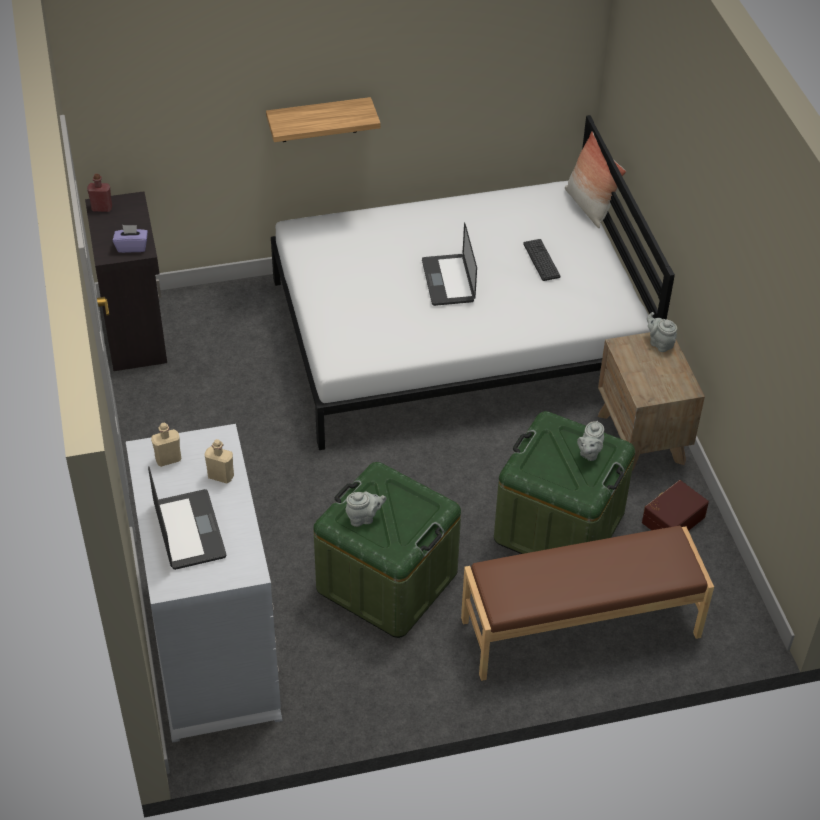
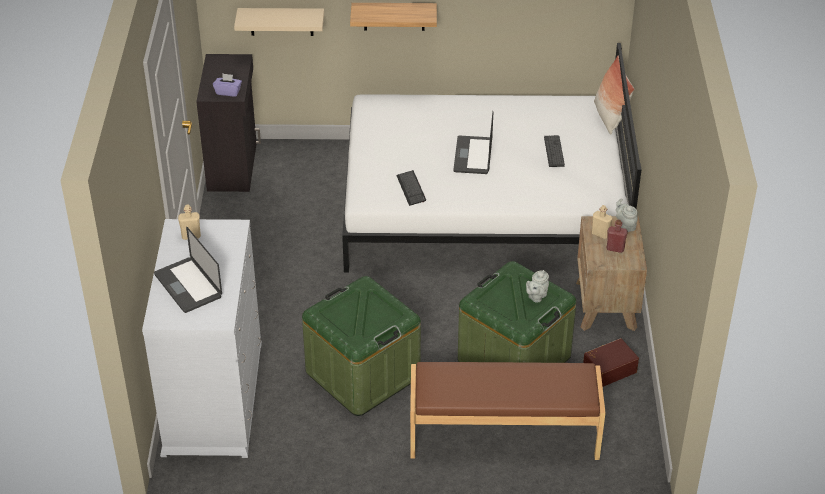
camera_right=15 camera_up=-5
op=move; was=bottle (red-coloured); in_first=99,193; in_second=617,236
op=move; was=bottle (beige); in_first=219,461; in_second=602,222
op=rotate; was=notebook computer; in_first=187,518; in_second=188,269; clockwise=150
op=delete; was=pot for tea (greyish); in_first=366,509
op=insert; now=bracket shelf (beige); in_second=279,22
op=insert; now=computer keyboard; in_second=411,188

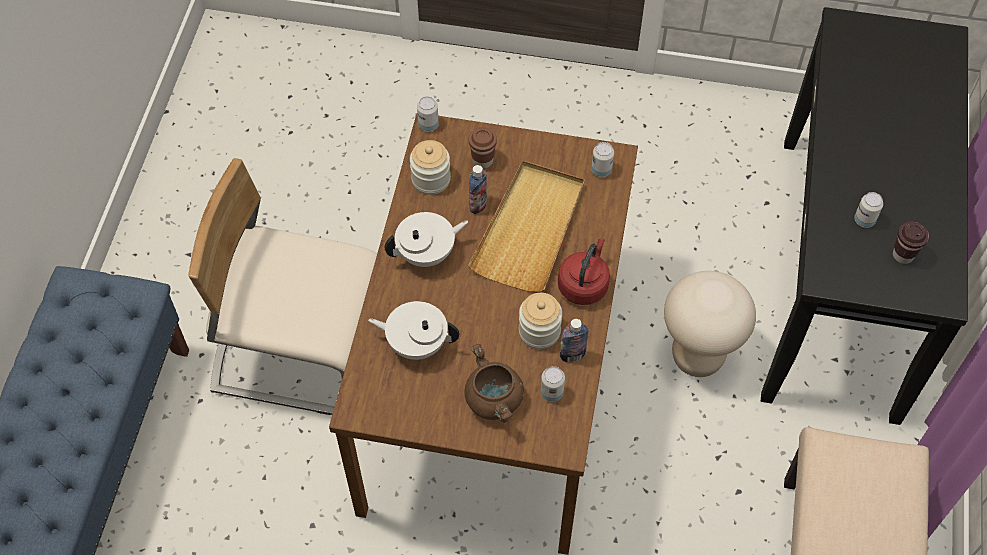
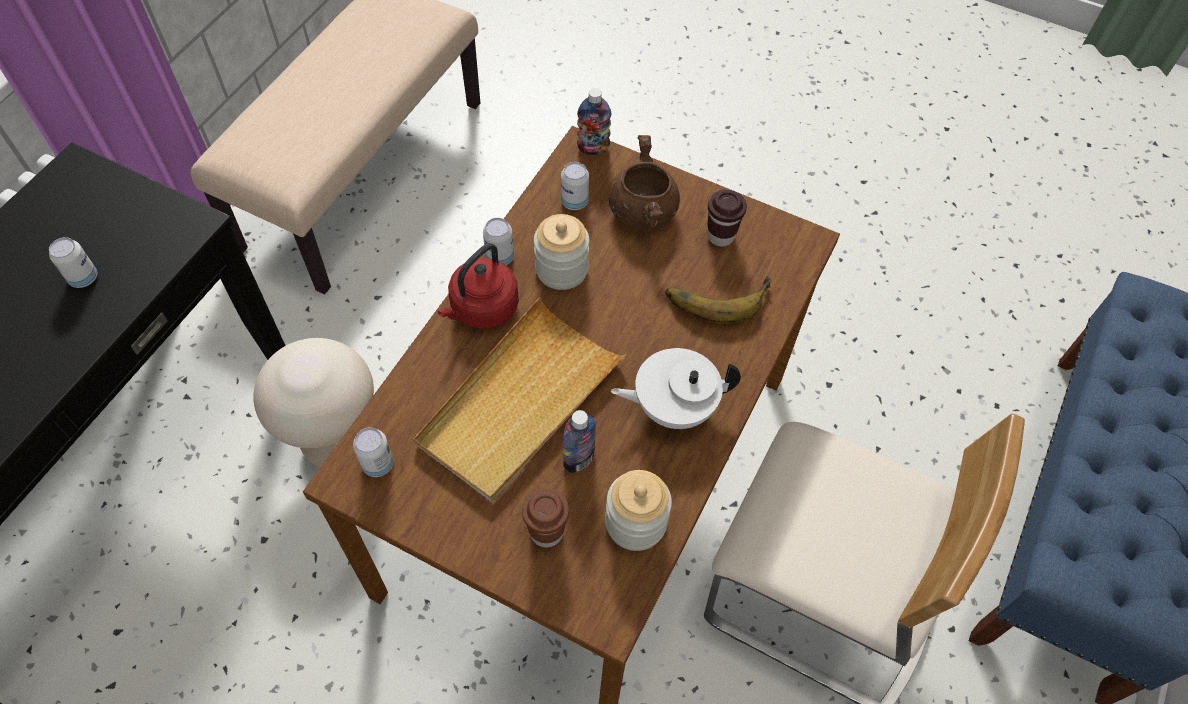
camera_right=-165 camera_up=0
op=move; was=can; in_first=428,114; in_second=498,241
op=move; was=drinking cup (brown-coloured); in_first=911,243; in_second=727,218
op=replace; was=pot for tea (white); now=whole banana; in_first=413,330; in_second=718,299
op=move; was=bottle; in_first=574,340; in_second=594,121

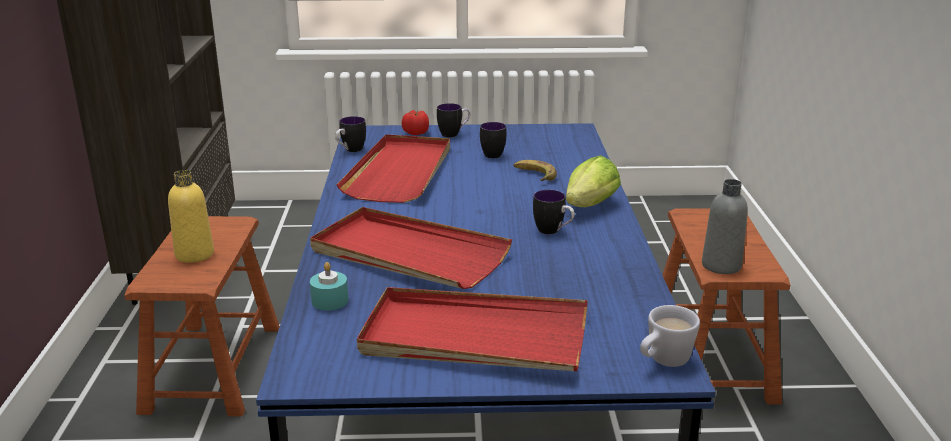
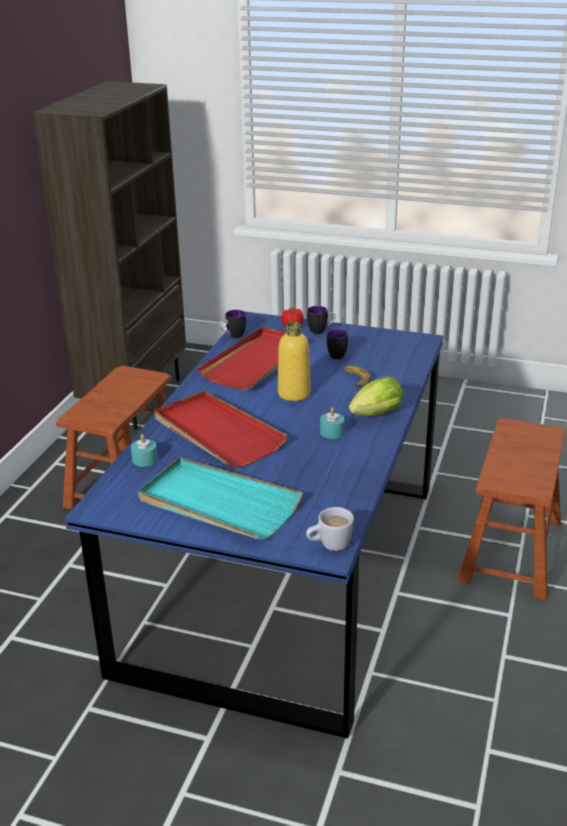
camera_right=20 camera_up=5
op=move; was=bottle (yellow-coloured); in_first=191,216; in_second=294,361
op=delete; was=bottle (greyish); in_first=725,226
op=replace; was=tea mug; now=wax light (blue-green); in_first=554,212; in_second=332,423
op=recolor; was=carrying tray (red-coloured); now=carrying tray (blue-green); in_first=472,329; in_second=220,499

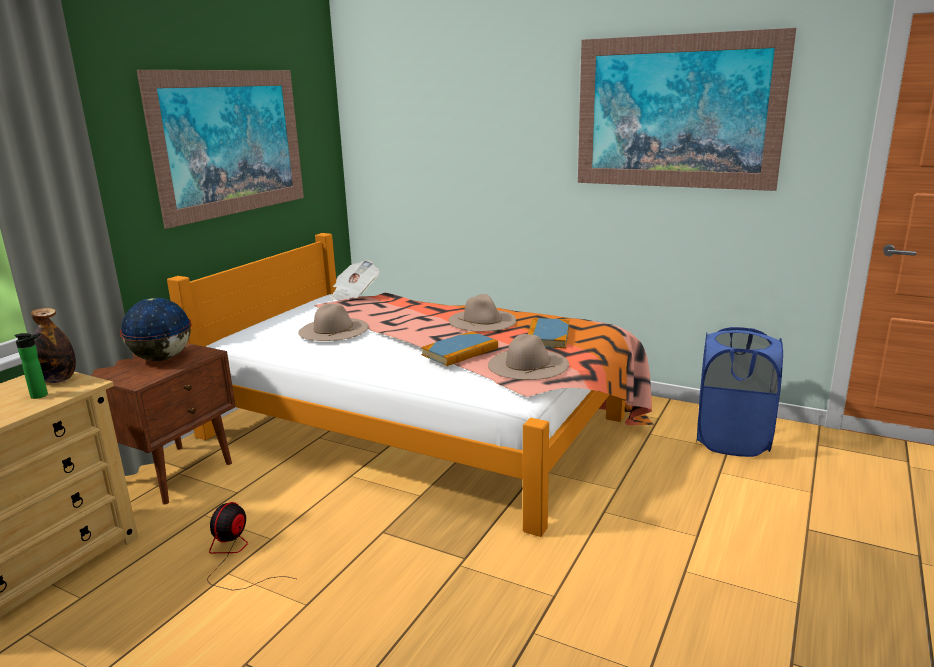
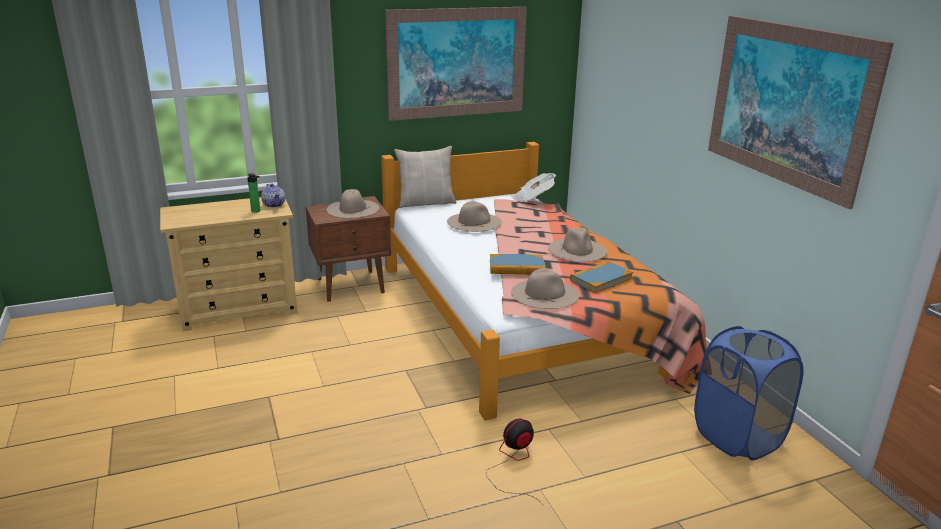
camera_right=40 camera_up=5
op=replace; was=globe; now=hat (beige); in_first=156,329; in_second=353,203
op=replace; was=bottle; now=pot for tea; in_first=53,345; in_second=273,196
op=move; was=cooling fan; in_first=252,546; in_second=515,462
op=insert; now=pillow (beige); in_second=425,177

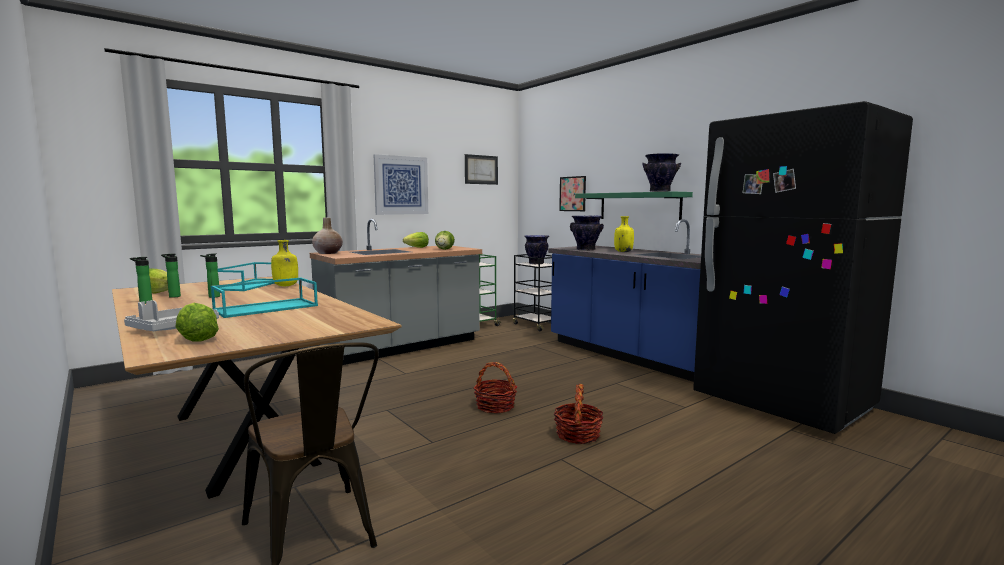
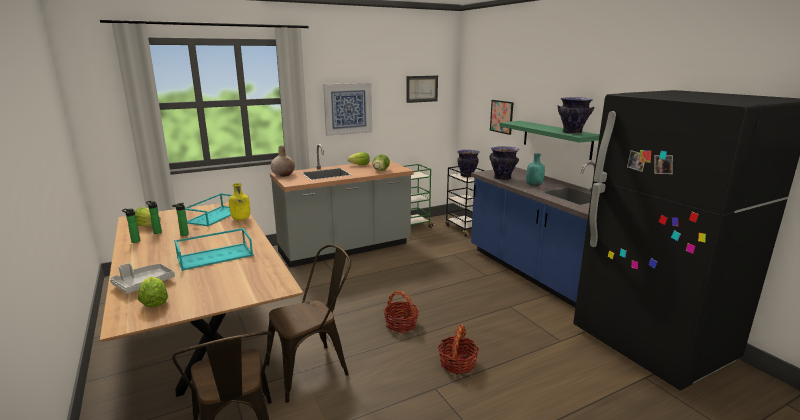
camera_right=10 camera_up=10
op=recolor; was=bottle (yellow-coloured); now=bottle (blue-green); in_first=624,234; in_second=535,169
op=insert; now=plain chair (brown-coloured); in_second=308,323

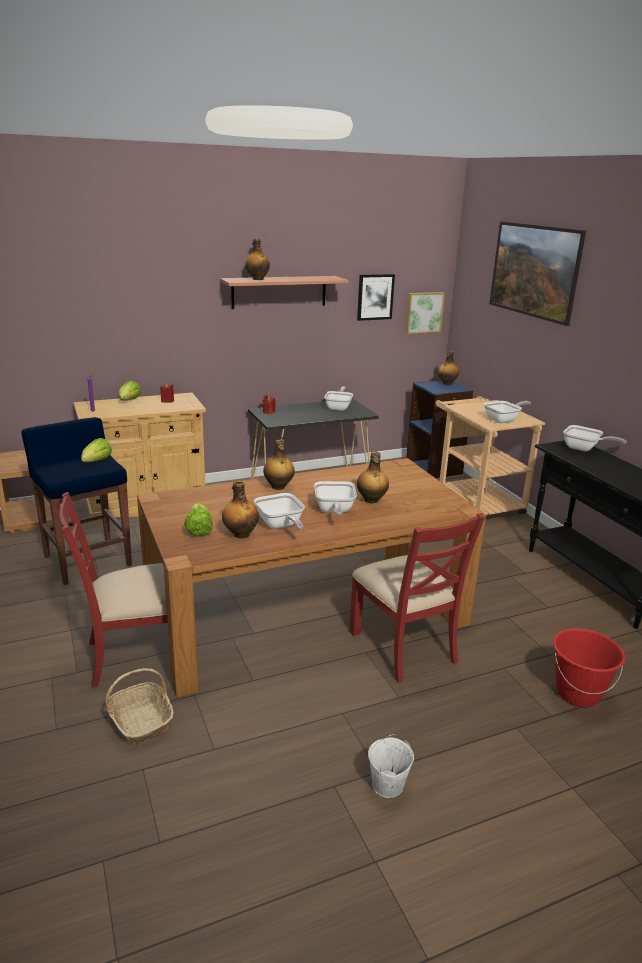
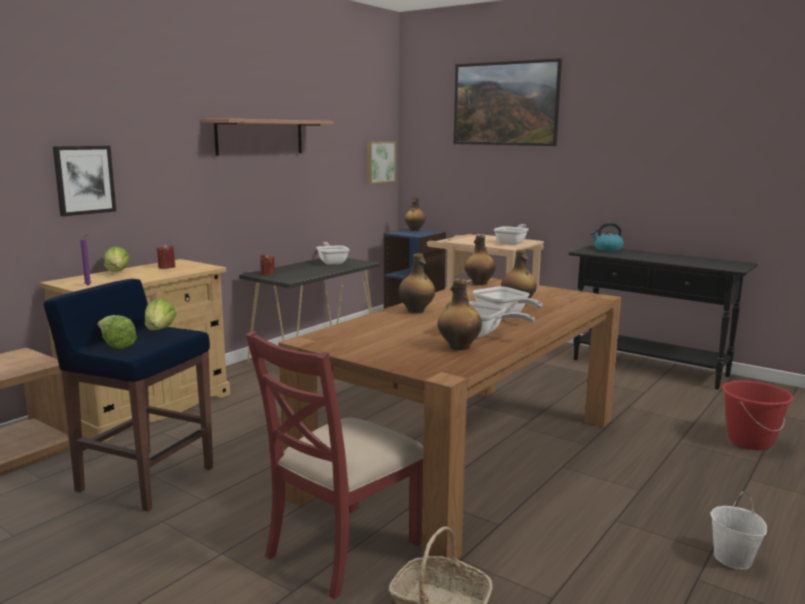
camera_right=-30 camera_up=-10
op=move; was=bottle; in_first=257,259; in_second=480,260
op=move; was=wall art; in_first=376,297; in_second=84,181
op=replace; was=pan; now=tea kettle; in_first=595,438; in_second=607,237
op=move; was=head of lettuce; in_first=198,520; in_second=117,332
op=delete; was=plain chair (red-coloured); in_first=417,598

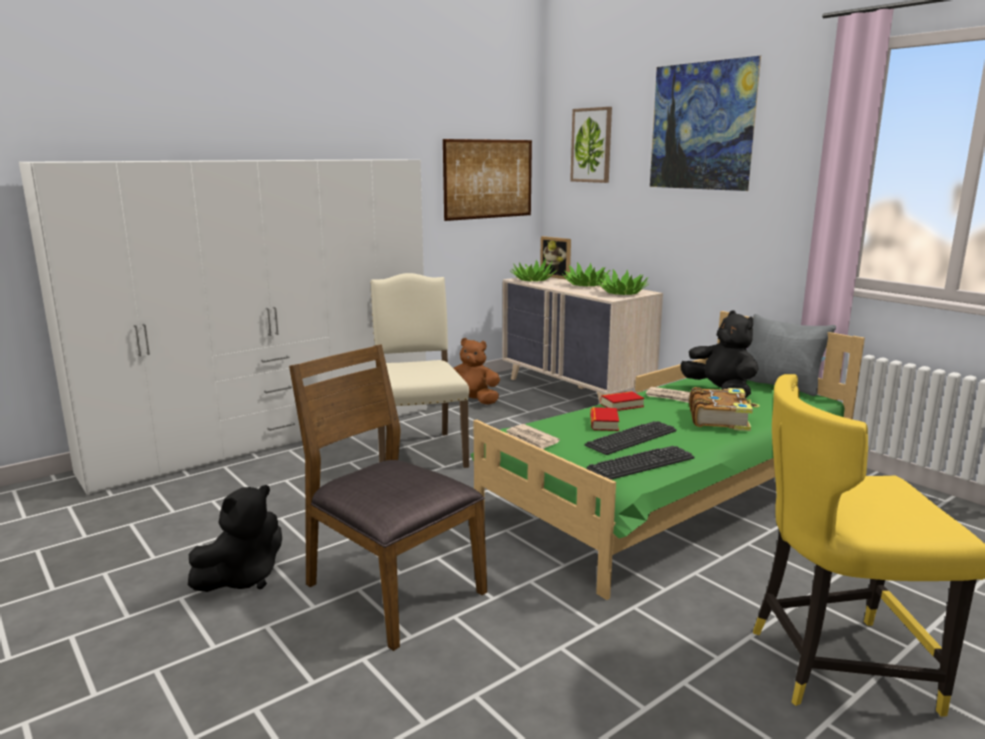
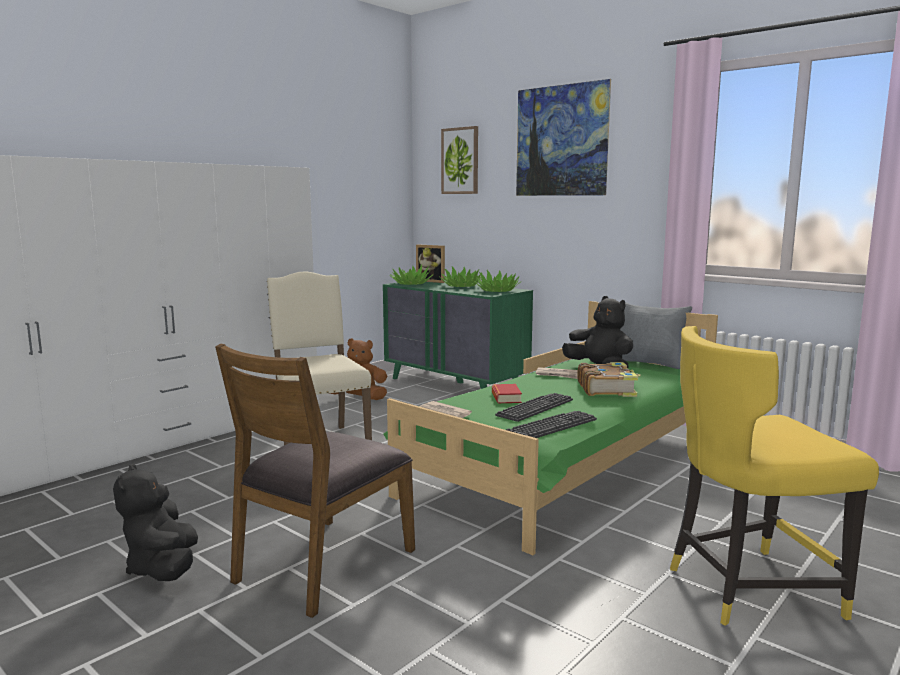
camera_right=-10 camera_up=-5
op=delete; was=wall art; in_first=487,180
op=recolor; was=dresser (beige); now=dresser (greenish); in_first=582,340; in_second=458,335
op=rotate; was=plain chair (brown-coloured); in_first=388,497; in_second=315,480; clockwise=-90
op=delete; was=book; in_first=622,401
op=rotate; was=soft toy (black-coloured); in_first=235,538; in_second=155,522; clockwise=135

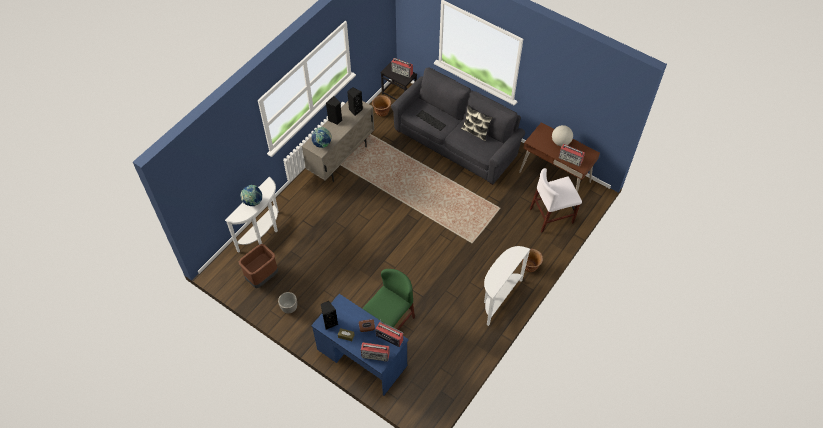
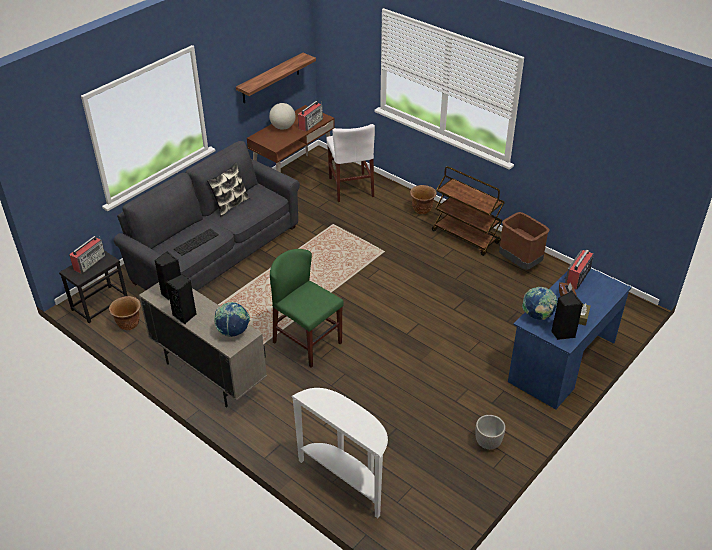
camera_right=-85 camera_up=-15
op=move; was=globe; in_first=251,195; in_second=539,303
op=move; was=waste bin (brown-coloured); in_first=258,266; in_second=524,241
op=replace; was=hall table (white); now=cart (brown-coloured); in_first=507,286; in_second=468,211
op=move; was=plain chair (greenish); in_first=388,299; in_second=307,308
op=delete; was=radio set; in_first=375,351
op=insert; now=bracket shelf; in_second=276,78

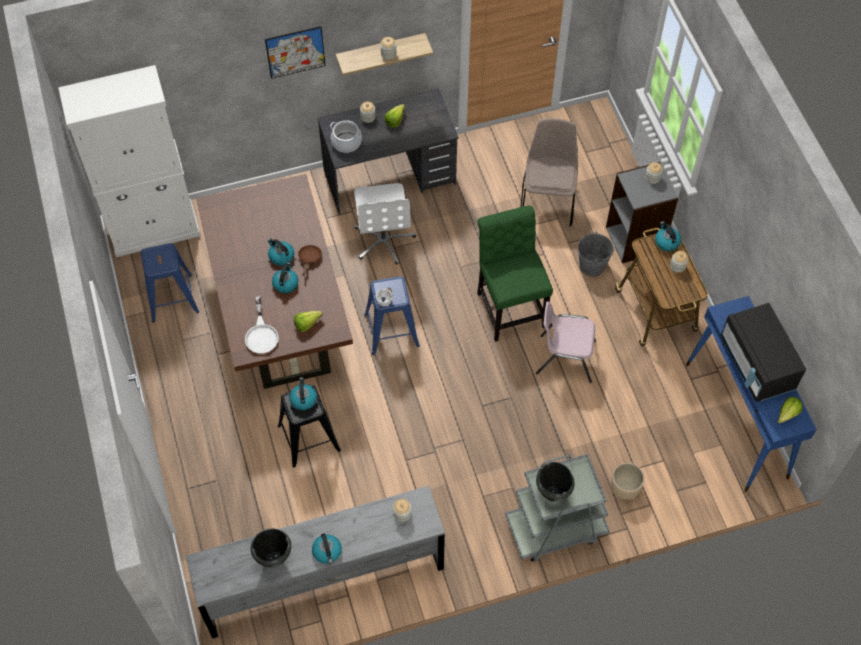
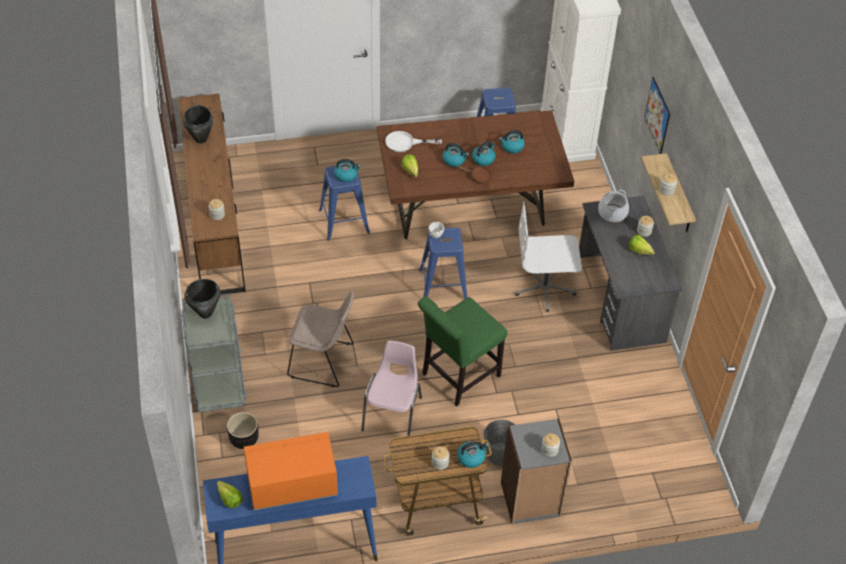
camera_right=95 camera_up=-10
op=move; was=plain chair (beige); in_first=549,173; in_second=320,339
op=rotate; was=plain chair (greenish); in_first=515,273; in_second=462,351; clockwise=150
op=recolor; was=kitchen microwave (black-coloured); now=kitchen microwave (orange-coloured); in_first=763,352; in_second=291,471
op=recolor; was=stool seat (black-coloured); now=stool seat (blue-coloured); in_first=309,426; in_second=344,203
op=recolor; was=plant pot (beige); now=plant pot (black-coloured); in_first=627,481; in_second=243,430
op=recolor; was=dresser (greyish); now=dresser (brown-coloured); in_first=315,562; in_second=212,194
op=move; was=tea kettle; in_first=327,548; in_second=512,142

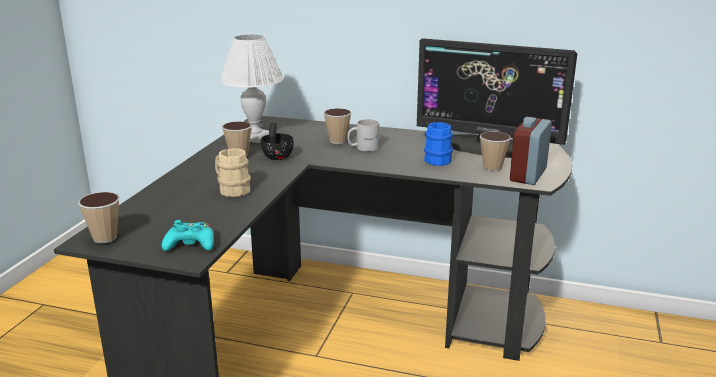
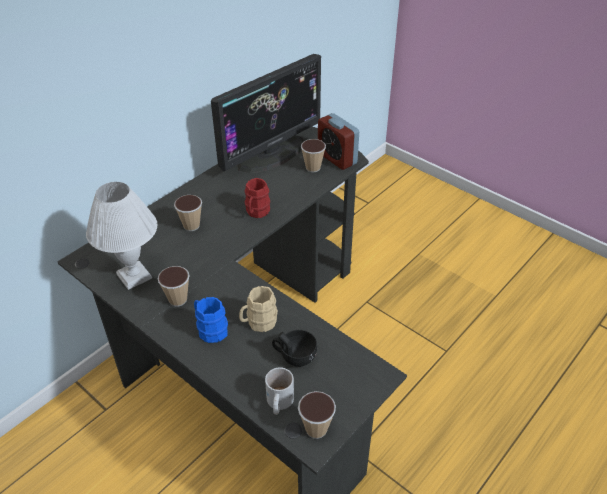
camera_right=-65 camera_up=20
op=move; was=tea mug (white); in_first=363,135; in_second=279,391
op=move; was=tea mug (blue-coloured); in_first=438,144; in_second=211,320
op=move; was=drinking cup (black-coloured); in_first=277,141; in_second=294,348
op=delete; was=joypad (blue-green); in_first=188,235
op=insert; now=tea mug (red-coloured); in_second=257,198

